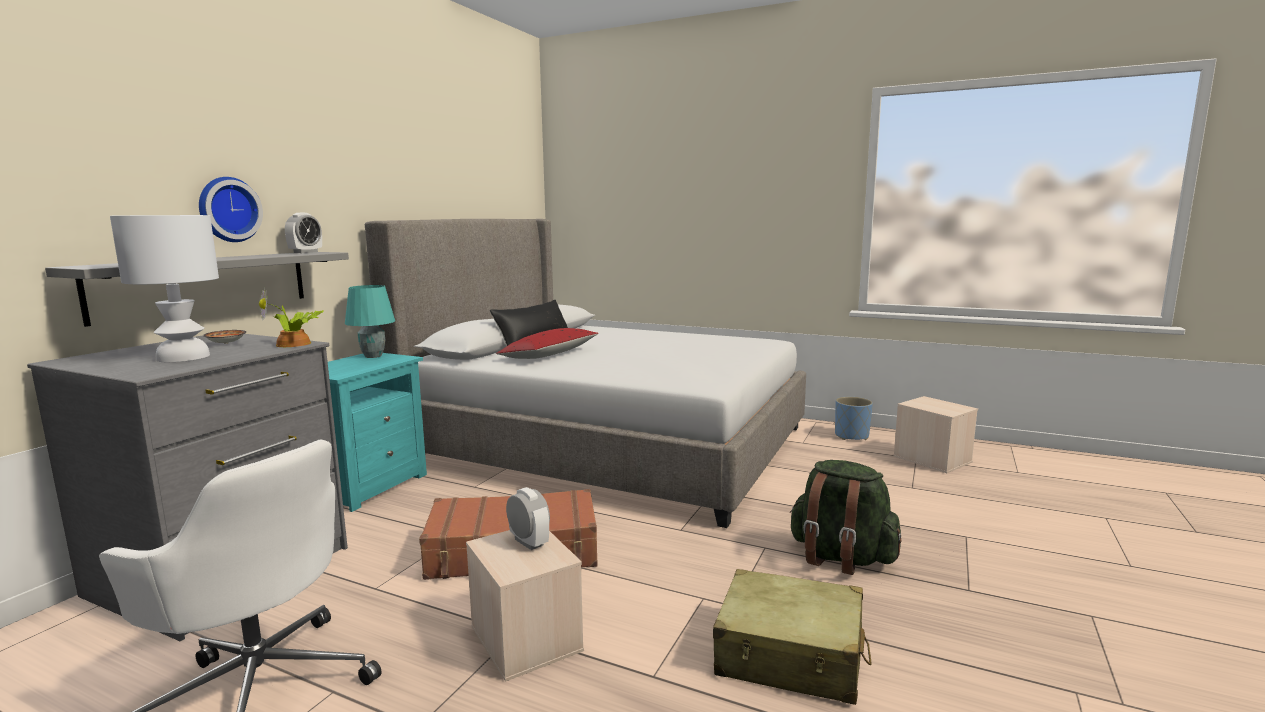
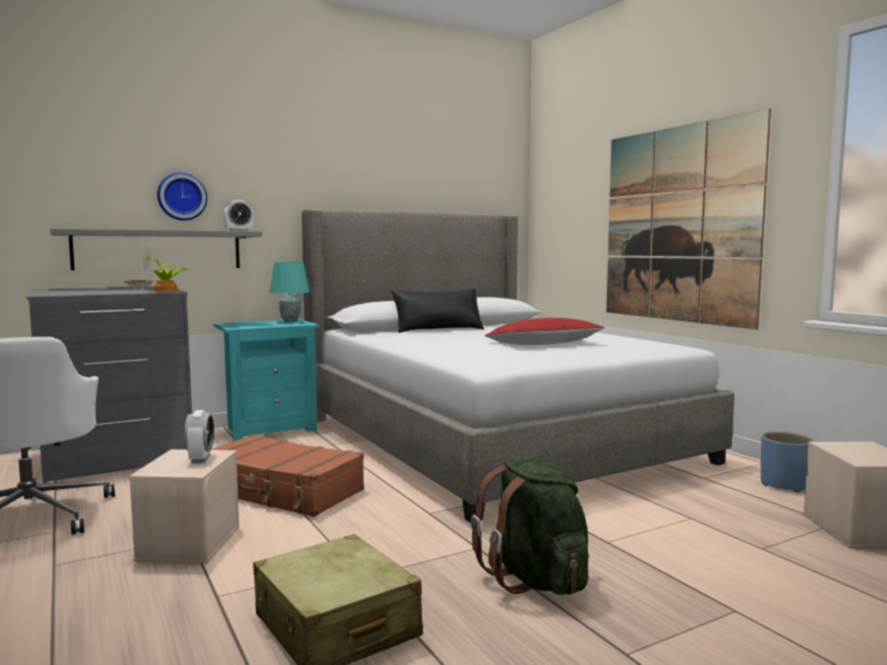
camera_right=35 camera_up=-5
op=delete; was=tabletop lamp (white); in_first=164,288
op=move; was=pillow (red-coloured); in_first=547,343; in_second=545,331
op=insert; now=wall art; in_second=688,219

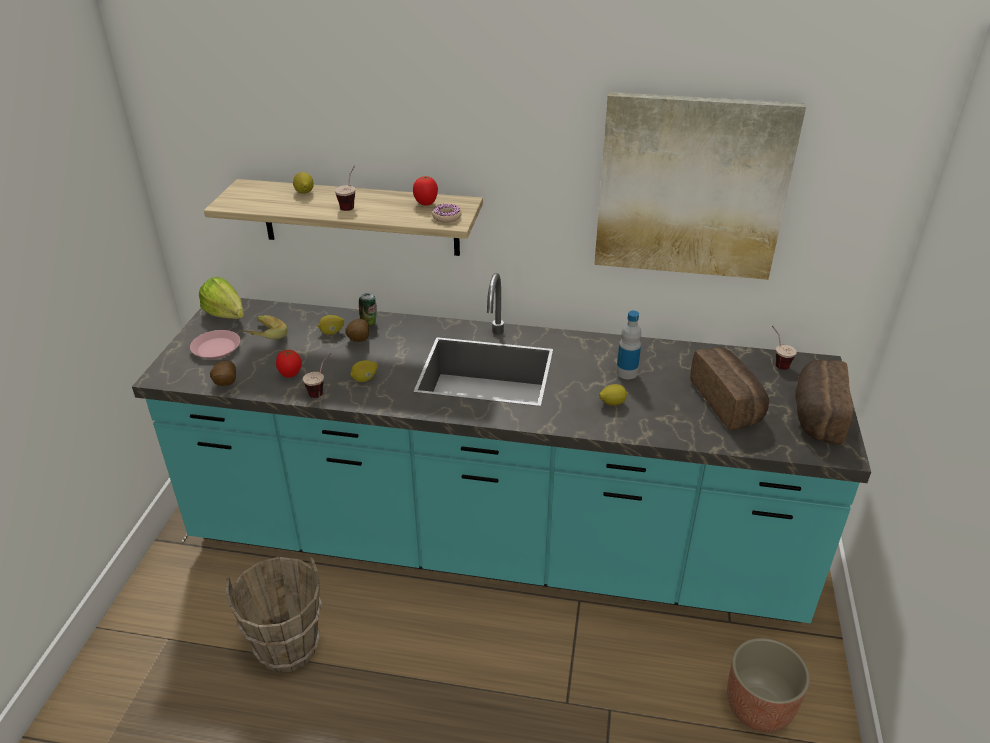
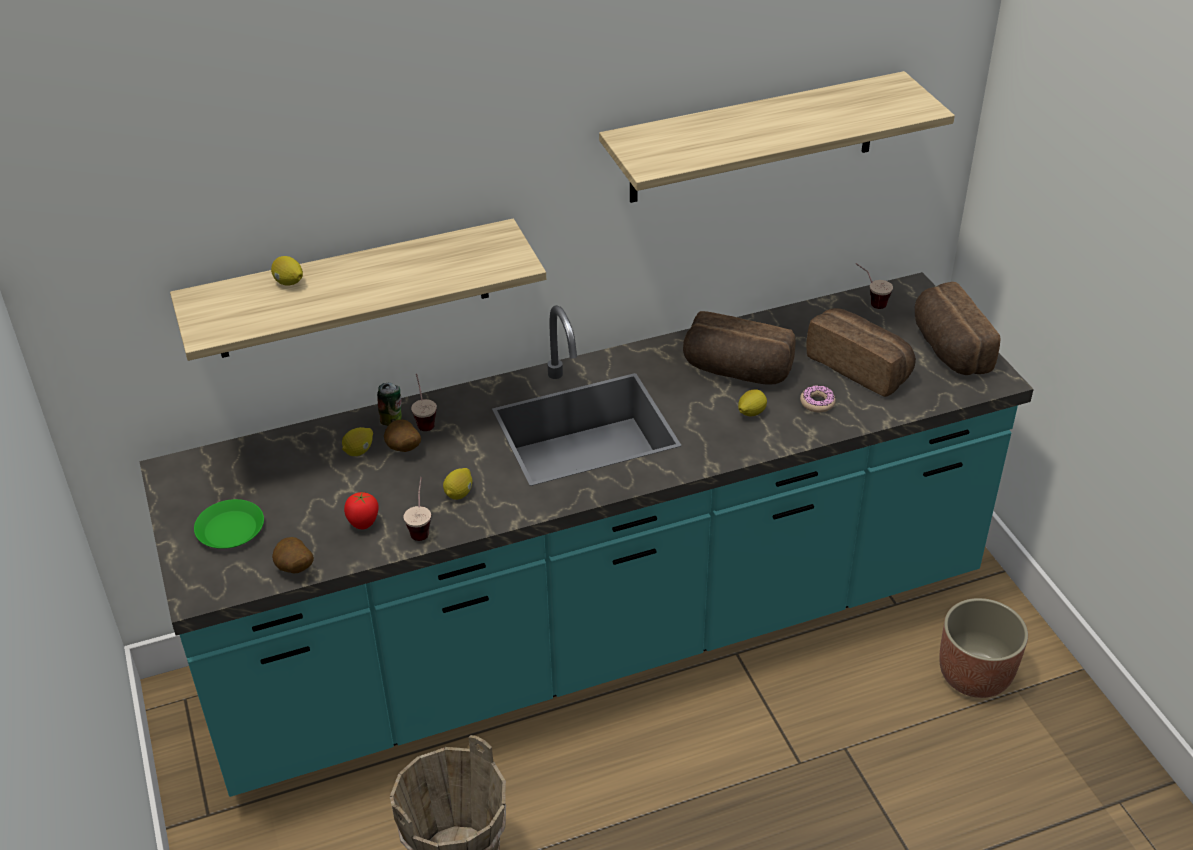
camera_right=-30 camera_up=5
op=replace; was=wall art; now=bracket shelf; in_first=700,186; in_second=777,137
op=move; was=drinking cup; in_first=345,188; in_second=424,402
op=delete; was=tomato; in_first=425,191
op=move; was=donut; in_first=446,213; in_second=818,398
op=delete; was=head of lettuce; in_first=221,298
op=replace; was=bottle; now=baked bread; in_first=628,345; in_second=739,348
op=delete; was=whole banana; in_first=264,327
op=recolor; was=plate (pinkish); now=plate (greenish); in_first=215,344; in_second=229,524

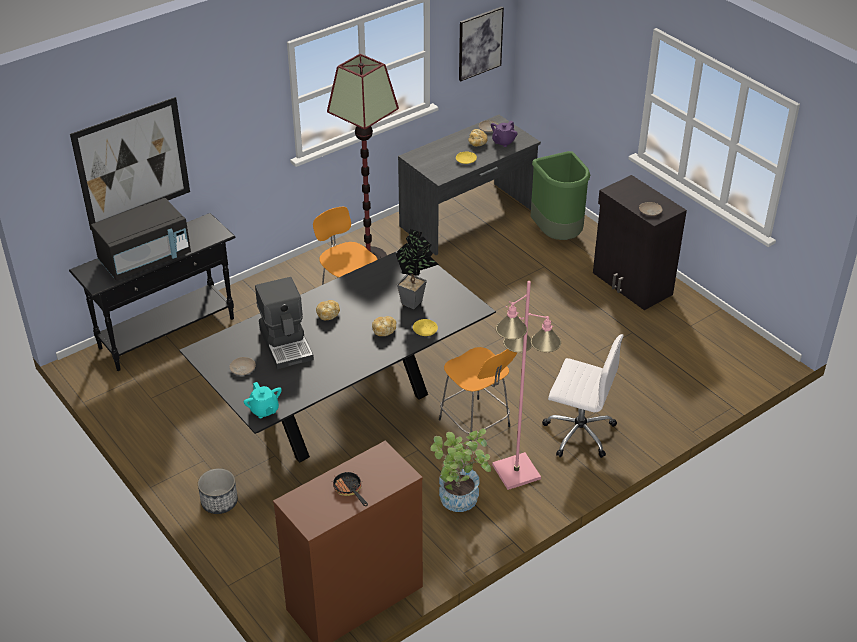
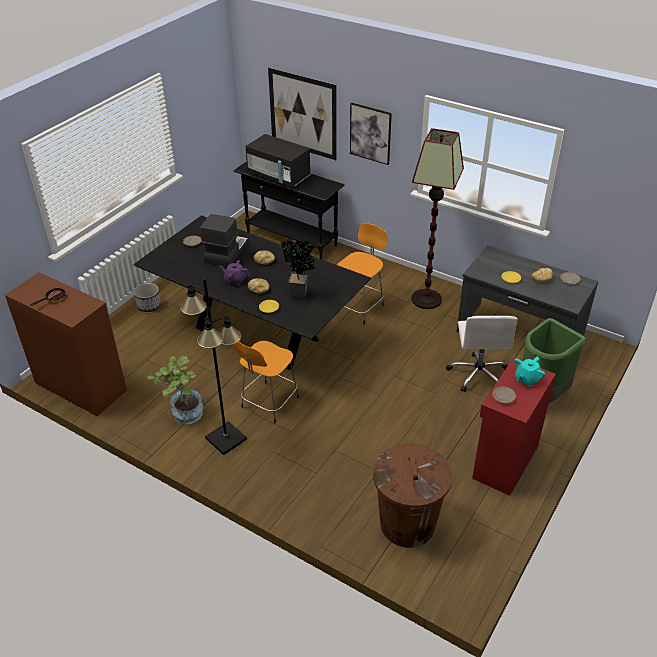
camera_right=70 camera_up=0
op=move; was=wall art; in_first=481,44; in_second=371,134
op=move; was=pot for tea (purple-coloured); in_first=504,134; in_second=234,272
op=recolor; was=storage cabinet (black-coloured); now=storage cabinet (red-coloured); in_first=640,242; in_second=514,427
op=rotate; was=coffee brewer; in_first=284,323; in_second=224,240; clockwise=150
op=recolor; was=floor lamp (pinkish); now=floor lamp (black-coloured); in_first=526,385; in_second=213,366
op=move; was=computer chair (white); in_first=583,396; in_second=482,354
op=move; was=pot for tea (blue-green); in_first=263,400; in_second=529,371
op=insert; now=waste bin (brown-coloured); in_second=412,496

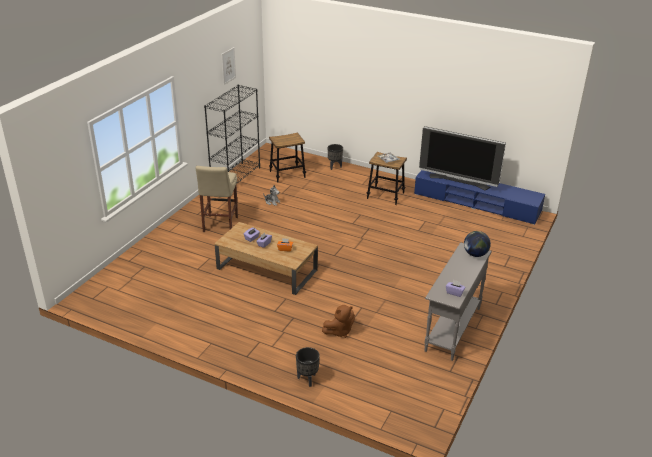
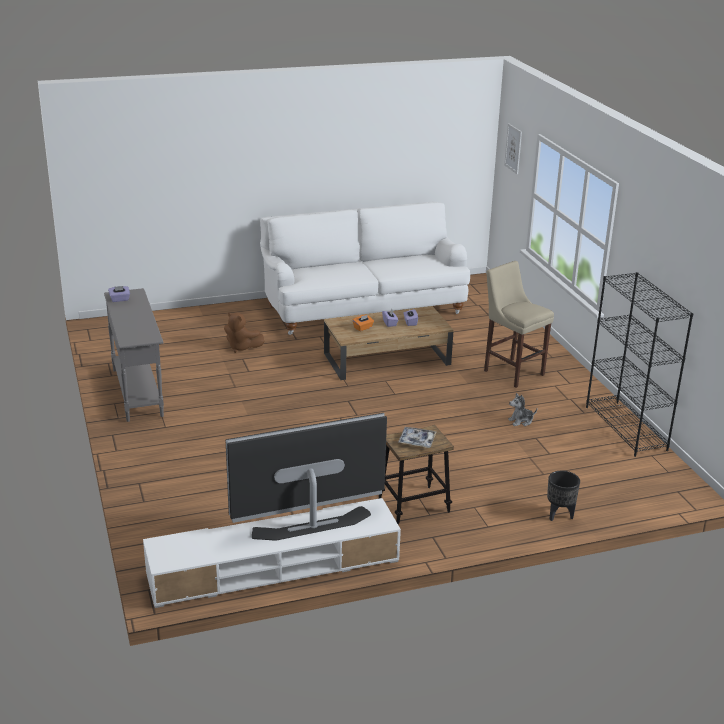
camera_right=135 camera_up=-5
op=move; was=wall art; in_first=228,66; in_second=513,148
op=delete; was=stool seat; in_first=287,157
op=recolor; was=media console (blue-coloured); now=media console (white); in_first=479,197; in_second=272,553
op=delete; was=globe; in_first=477,244
op=rotate; was=soft toy (brown-coloured); in_first=338,321; in_second=244,332; clockwise=-75
op=delete; was=plant pot (black-coloured); in_first=308,367
op=insert; now=settee (white); in_second=365,268

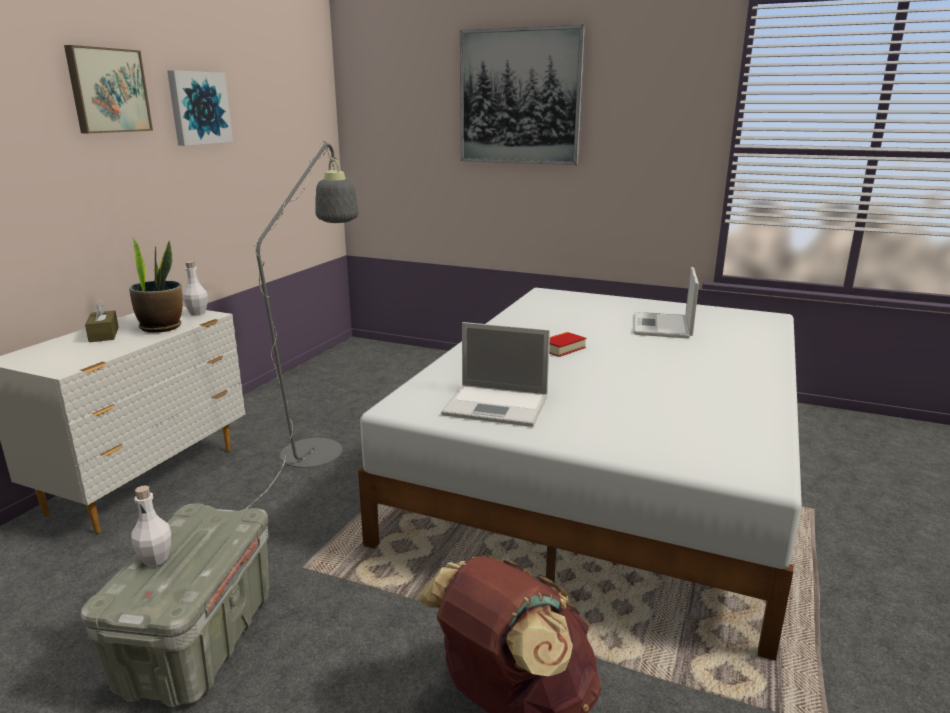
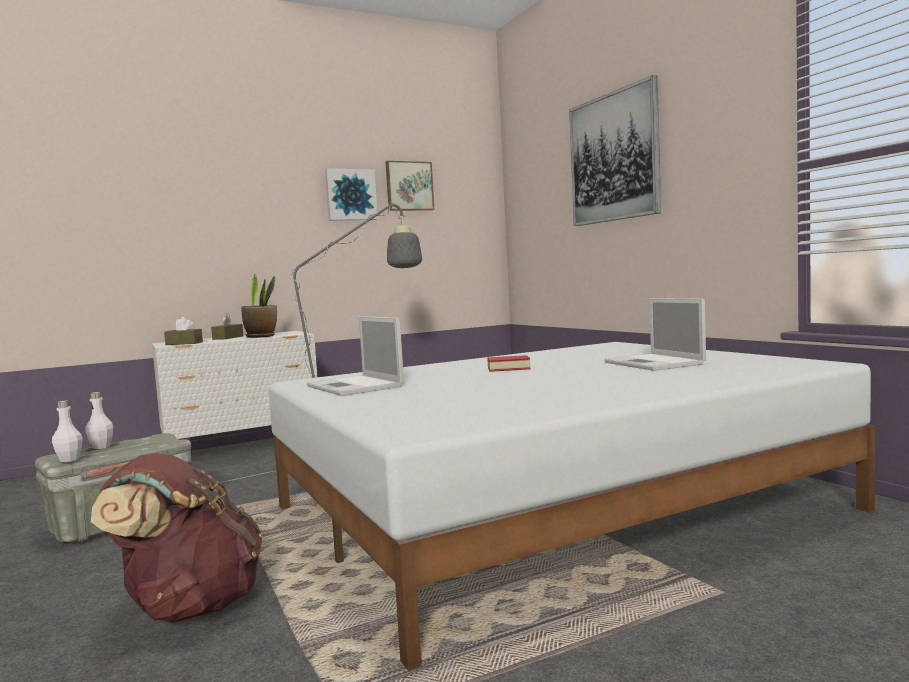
camera_right=40 camera_up=-15
op=move; was=wall art; in_first=108,89; in_second=410,185
op=move; was=bottle (white); in_first=195,288; in_second=67,431
op=rotate; was=notebook computer; in_first=666,303; in_second=655,334; clockwise=-75
op=insert; now=tissue holder (brown-coloured); in_second=183,331

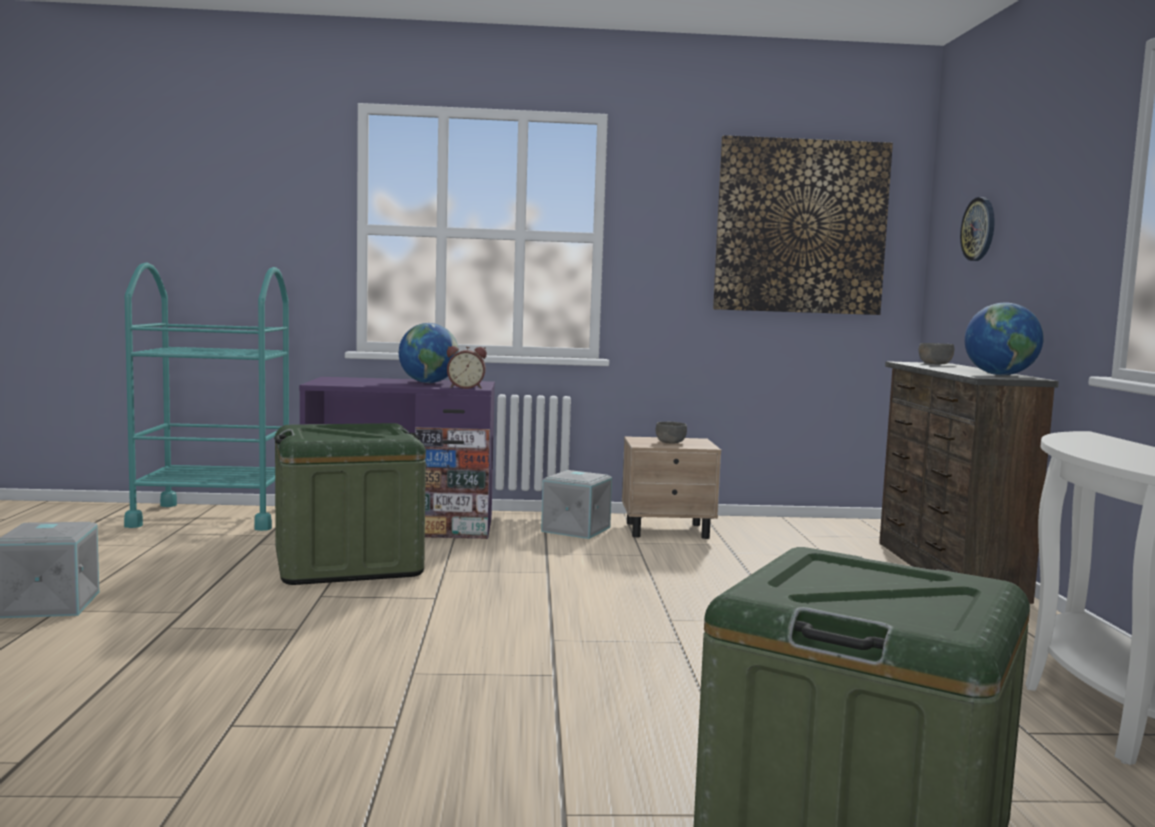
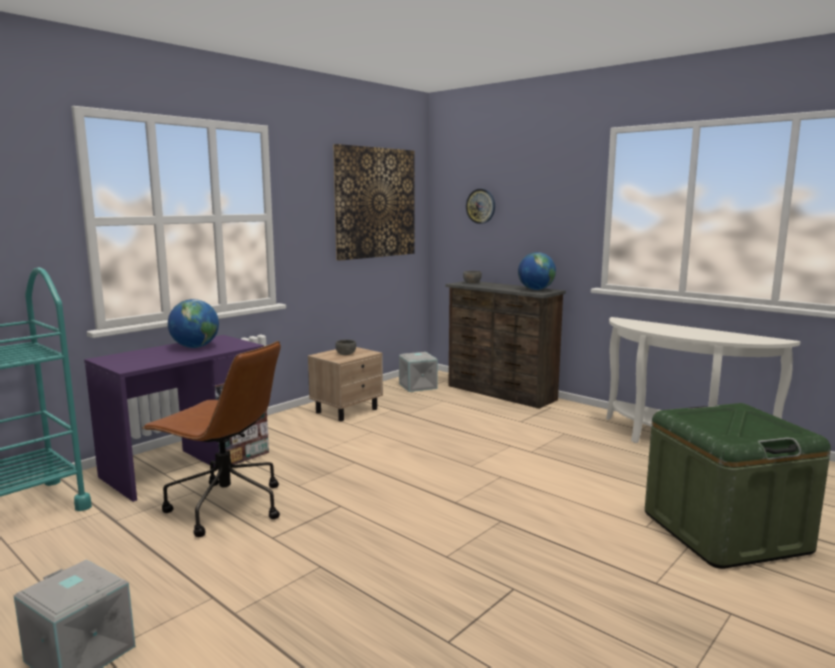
camera_right=-45 camera_up=5
op=delete; was=bedside clock; in_first=467,367
op=replace; was=storage box (greenish); now=computer chair (brown-coloured); in_first=350,504; in_second=211,439
op=move; was=storage box (greyish); in_first=576,504; in_second=418,372

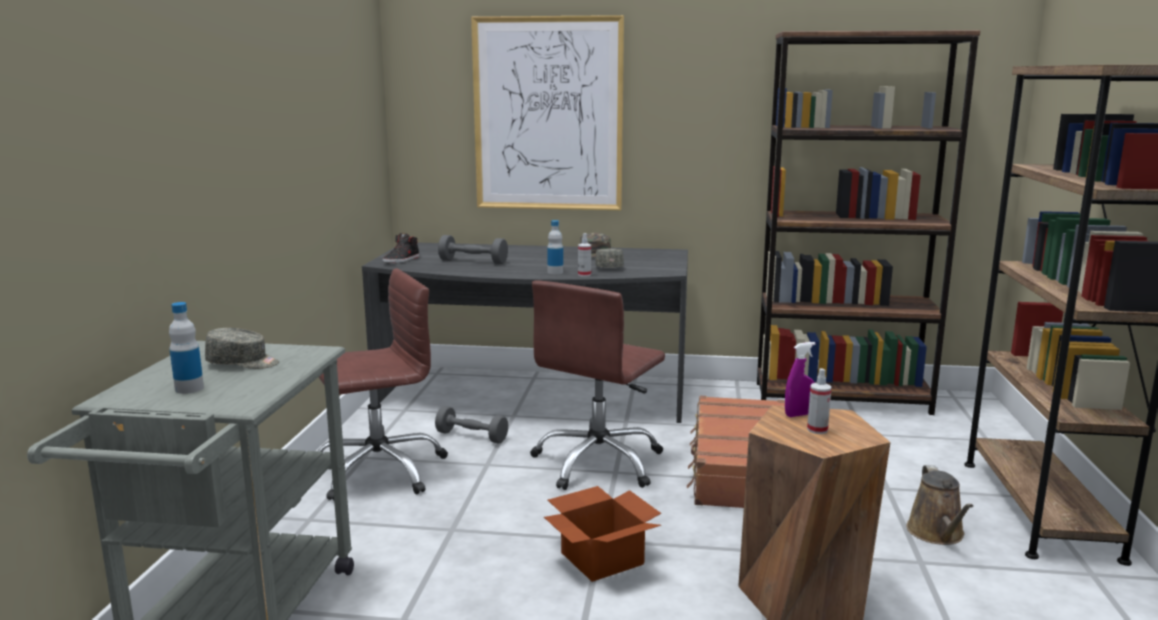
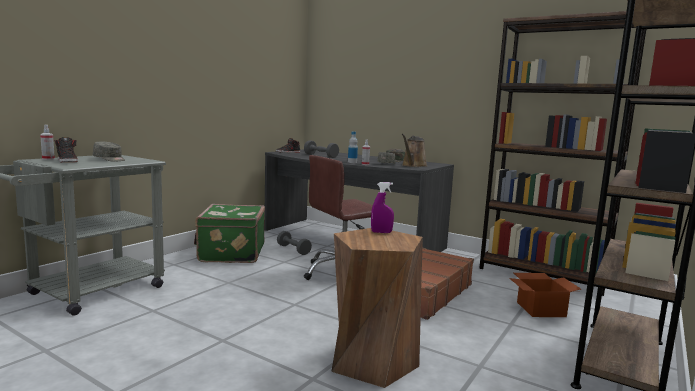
camera_right=25 camera_up=-5
op=delete; was=wall art; in_first=547,112
op=replace; was=computer chair (brown-coloured); now=travel case (greenish); in_first=383,384; in_second=229,233
op=replace; was=bottle; now=shoe (black-coloured); in_first=186,348; in_second=66,149
op=move; was=spray bottle; in_first=819,401; in_second=47,142
op=move; was=watering can (brown-coloured); in_first=940,505; in_second=414,150
op=move; was=cardboard box; in_first=602,534; in_second=545,295

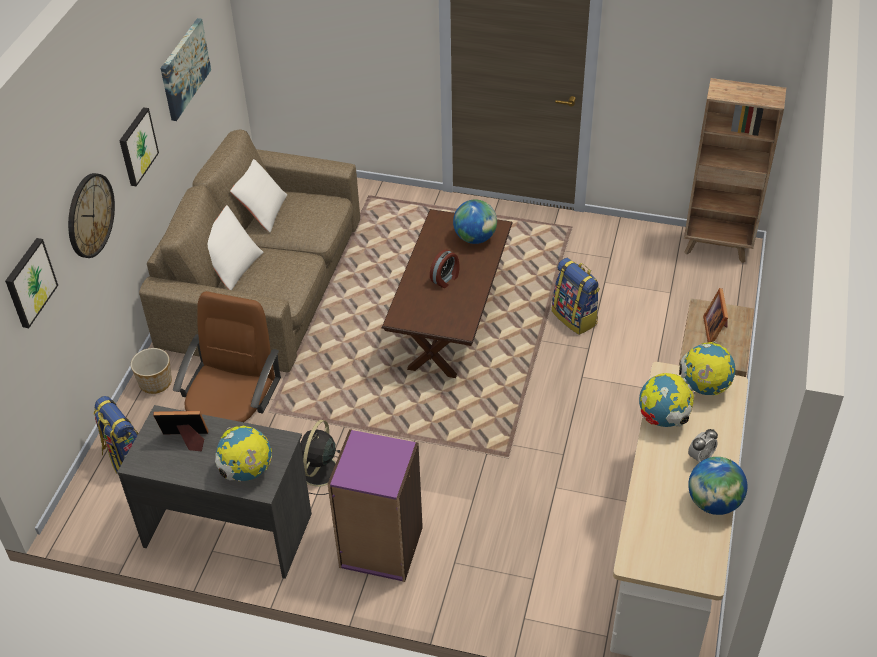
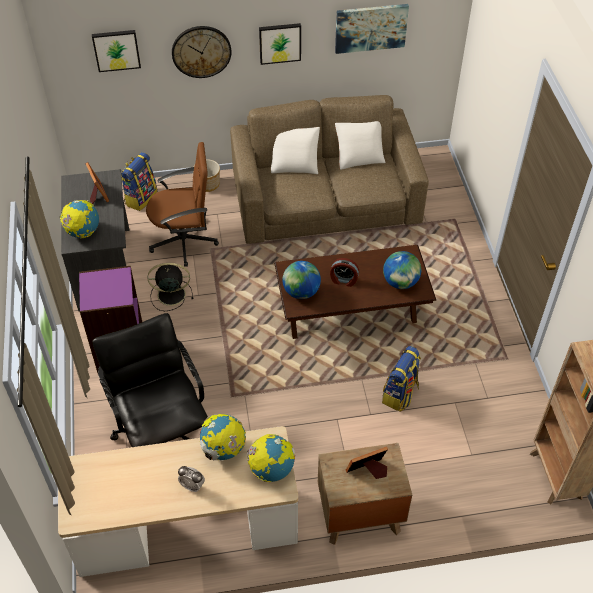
camera_right=65 camera_up=5
op=move; was=globe; in_first=717,486; in_second=301,280
op=insert; now=computer chair (black-coloured); in_second=150,380

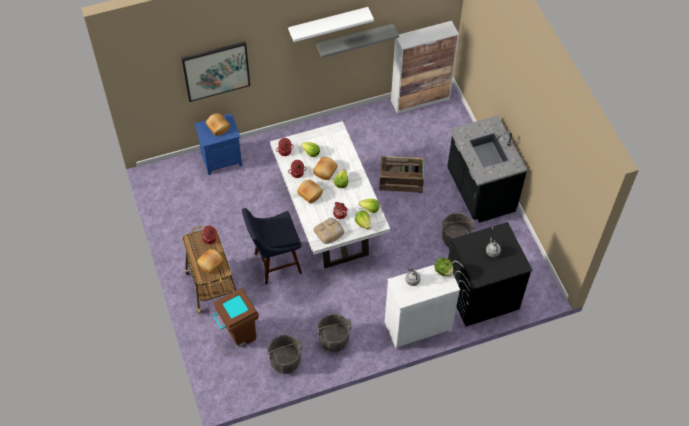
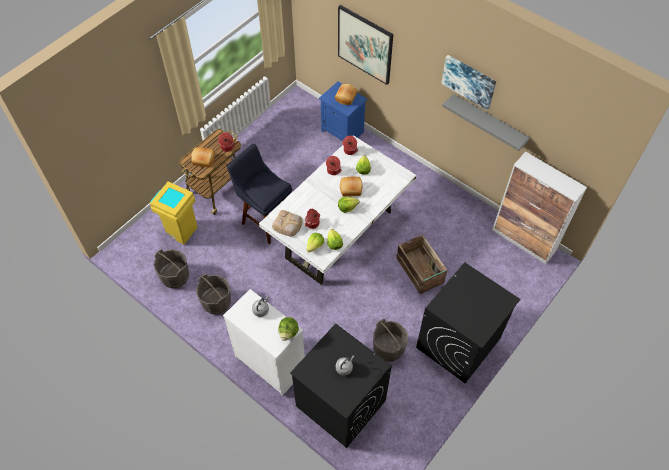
camera_right=60 camera_up=0
op=replace; was=bracket shelf (white); now=wall art; in_first=331,24; in_second=468,82
op=replace; was=kitchen base unit (black-coloured); now=washing machine (black-coloured); in_first=487,169; in_second=468,323
op=delete; was=baked bread; in_first=310,191
op=recolor; was=waste bin (brown-coloured); now=waste bin (yellow-coloured); in_first=235,317; in_second=173,212

